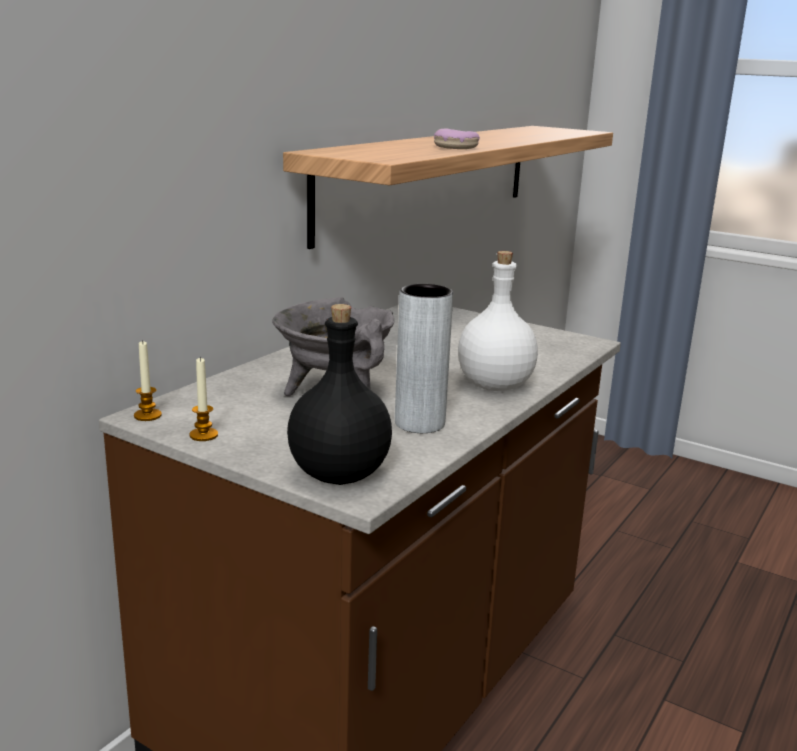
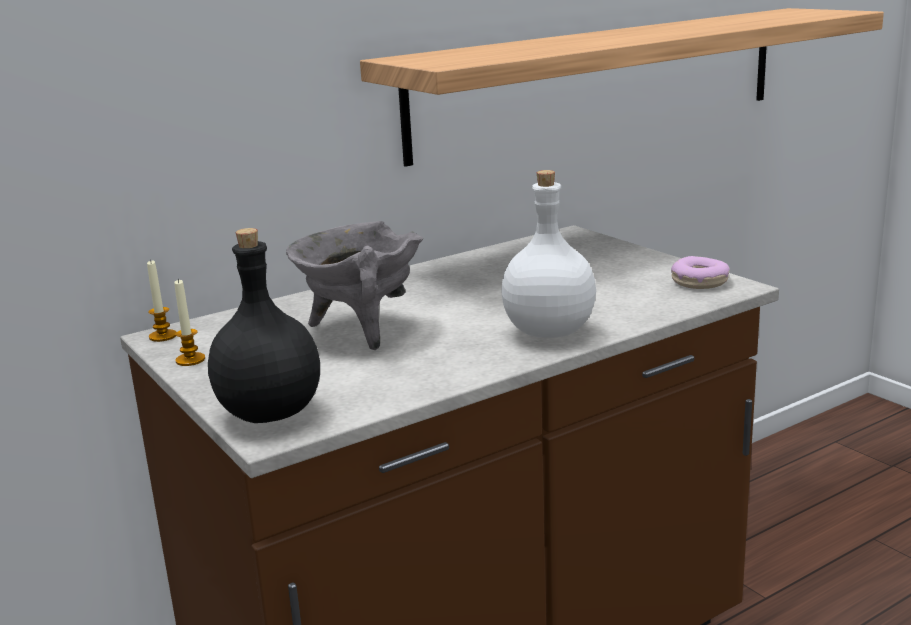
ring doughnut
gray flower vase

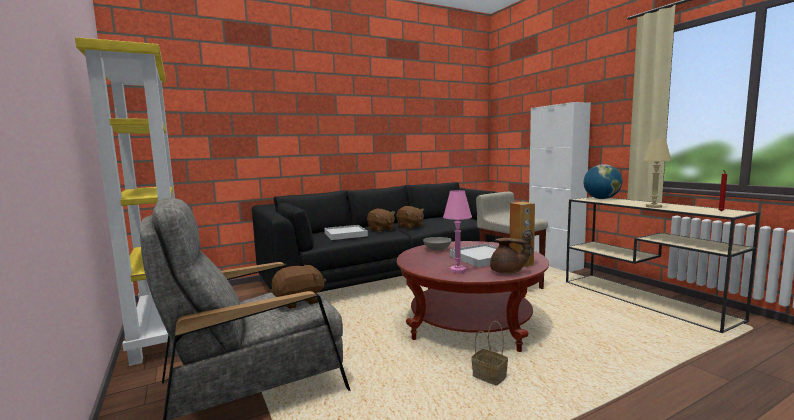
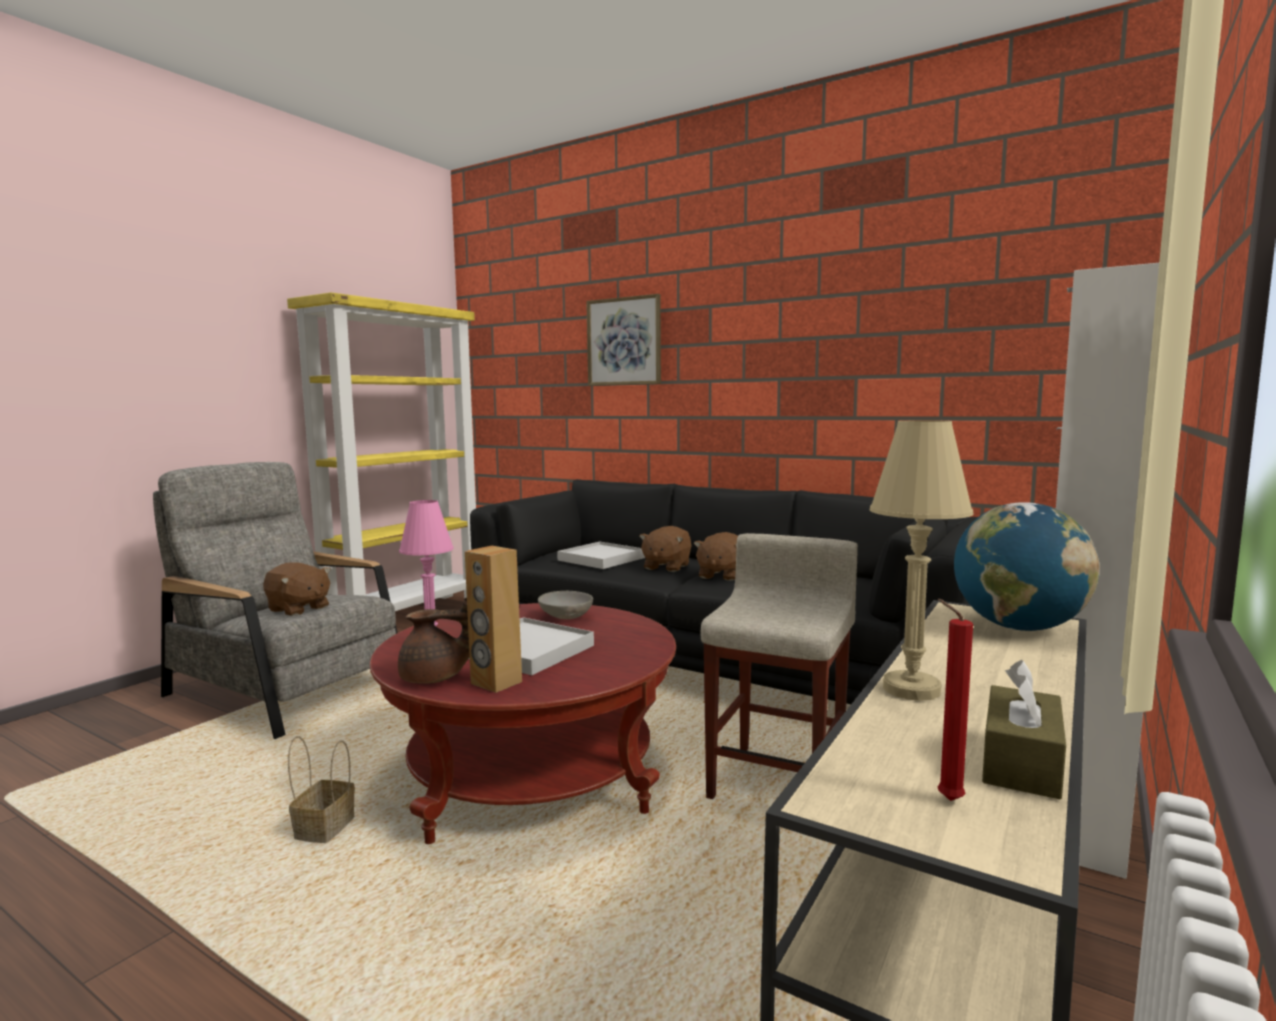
brown teapot
picture
brown tissue box

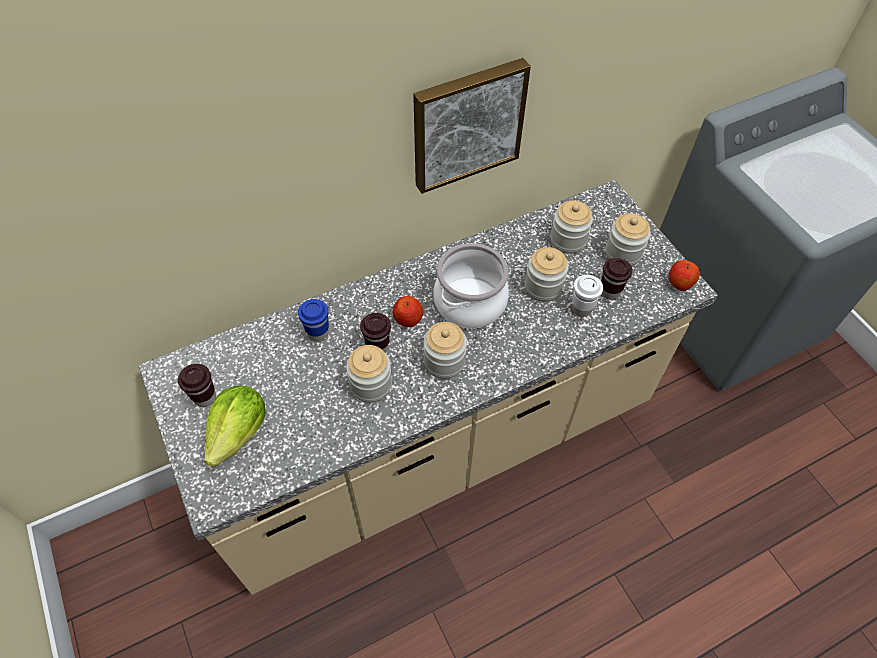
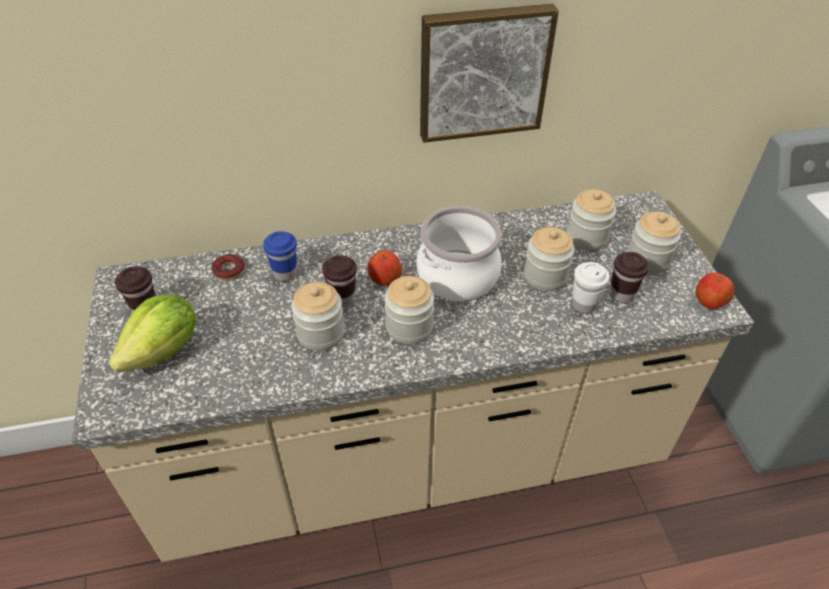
ring doughnut

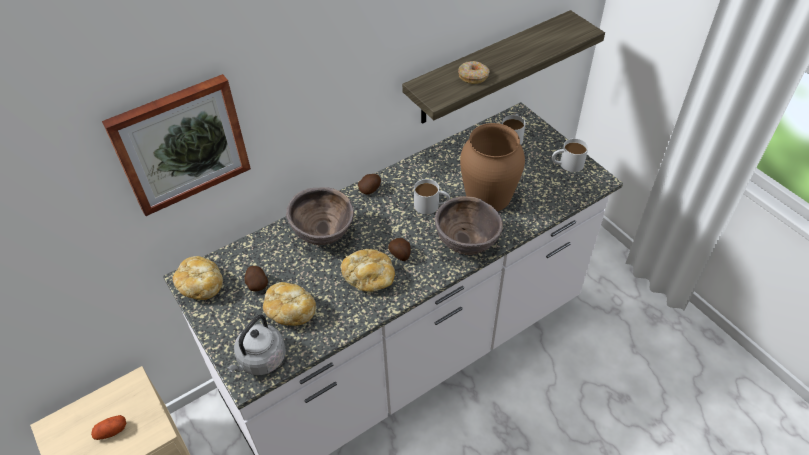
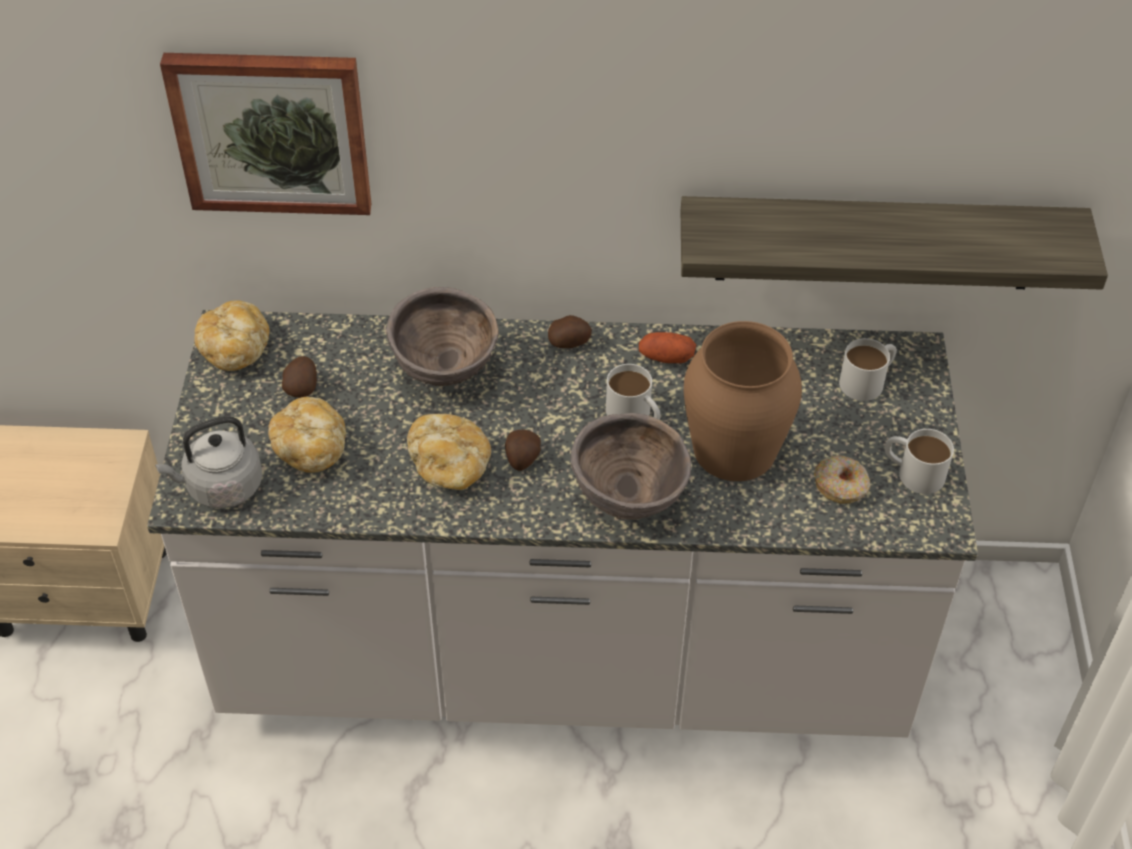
ring doughnut
potato (no. 4 from left)

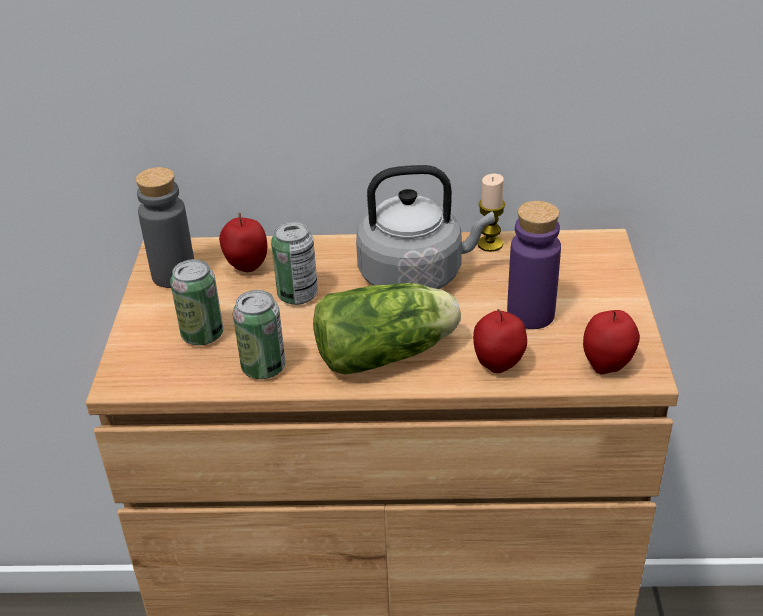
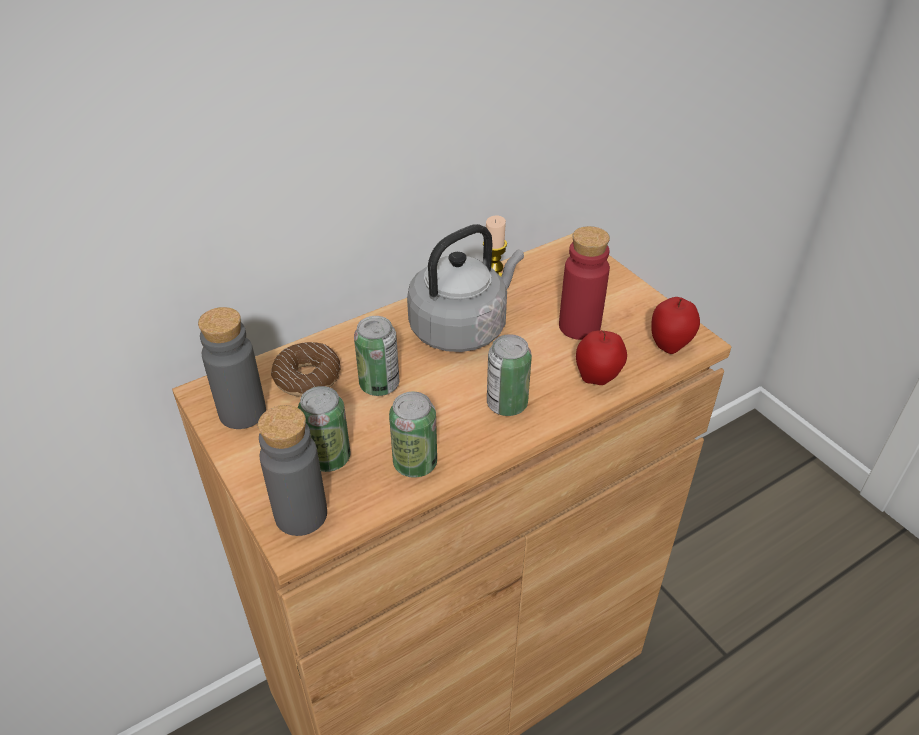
red bottle
ring doughnut
can (no. 4 from left)
gray bottle (no. 2 from left)

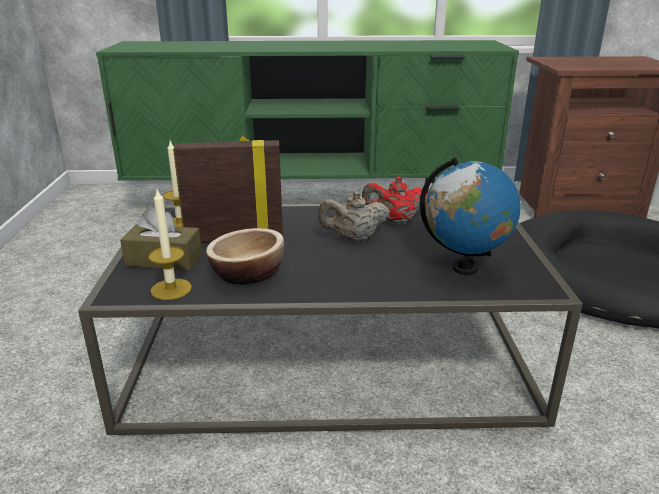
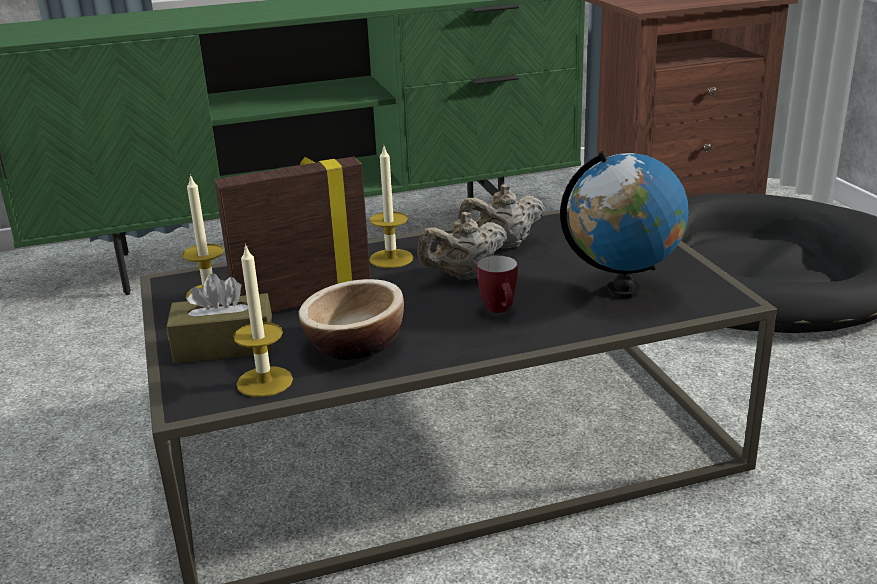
sand-coloured teapot (no. 2 from left)
wax light (no. 3 from left)
tea mug

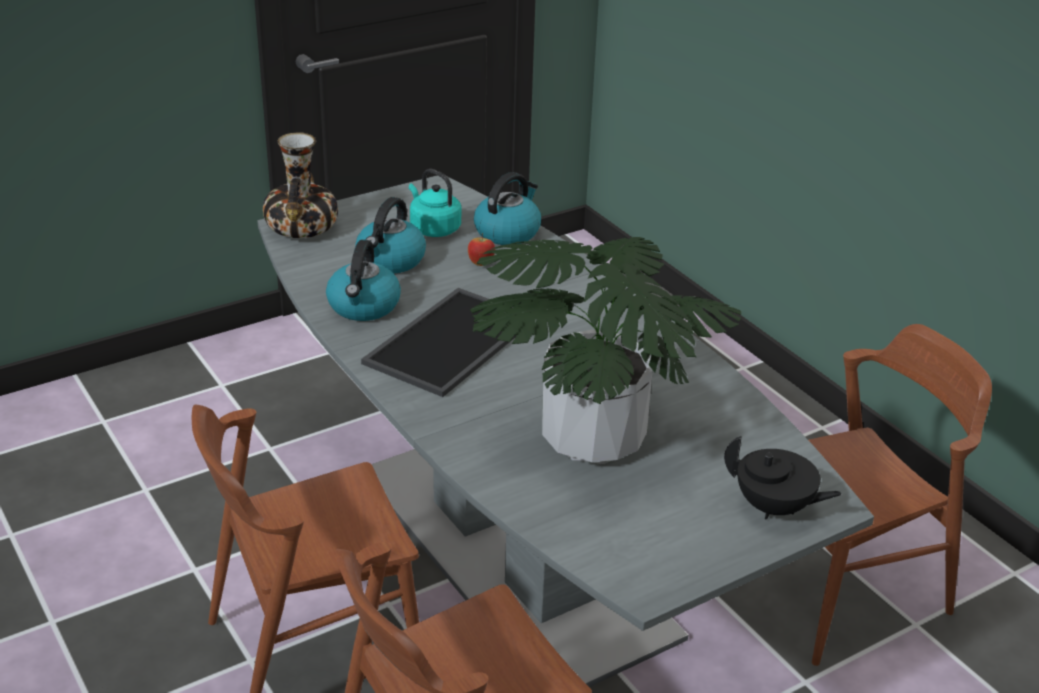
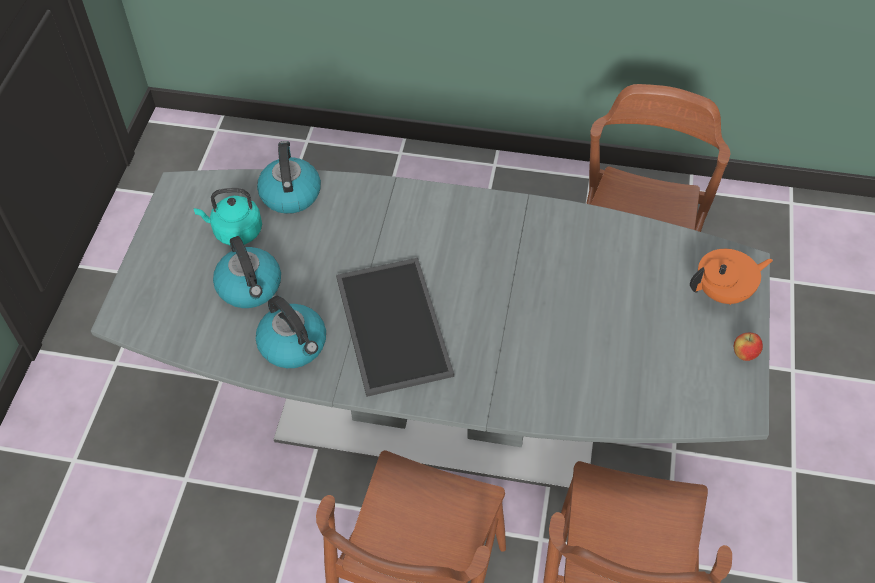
flower vase
whole apple
plant in a pot
orangey teapot

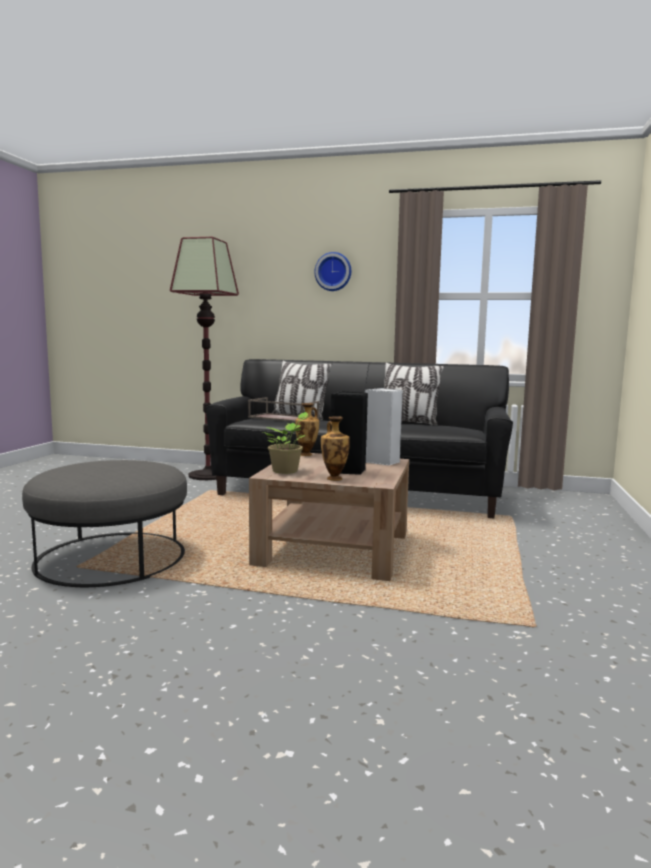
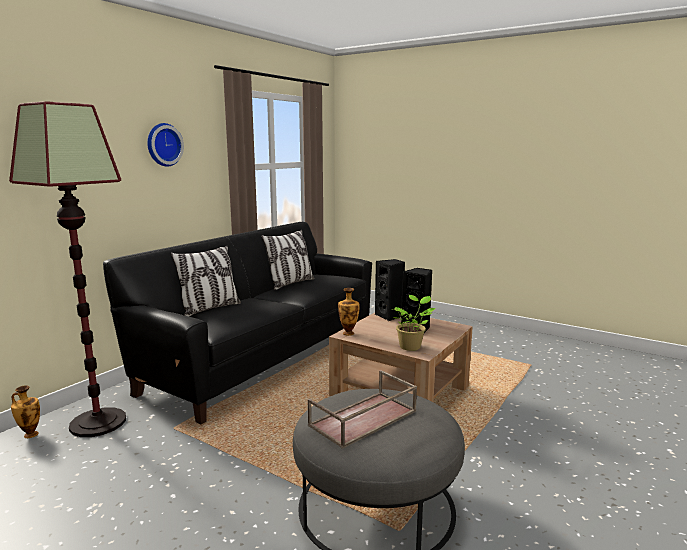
black loudspeaker (no. 1 from left)
brown tray
flower vase (no. 1 from left)

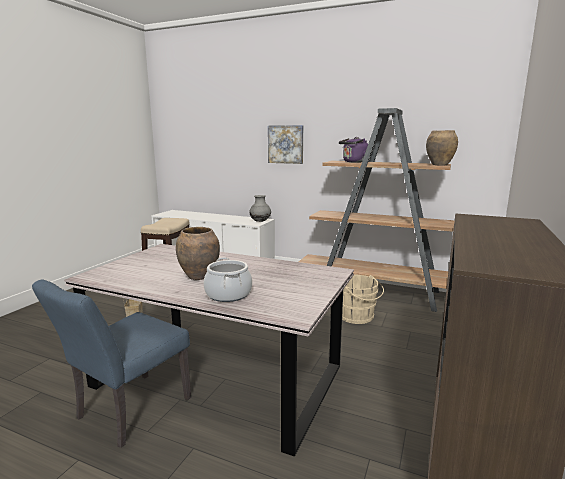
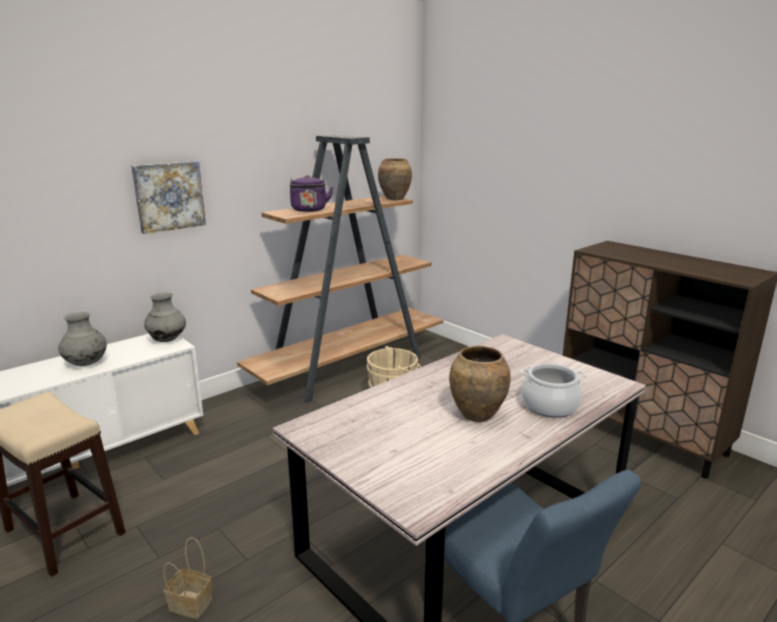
gray flower vase (no. 1 from left)

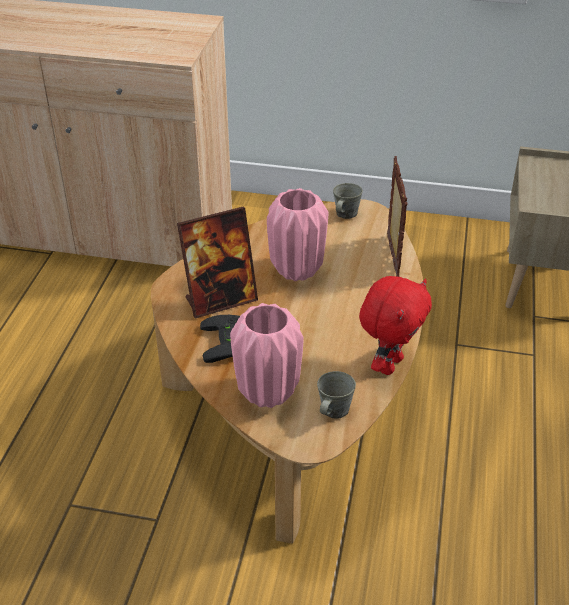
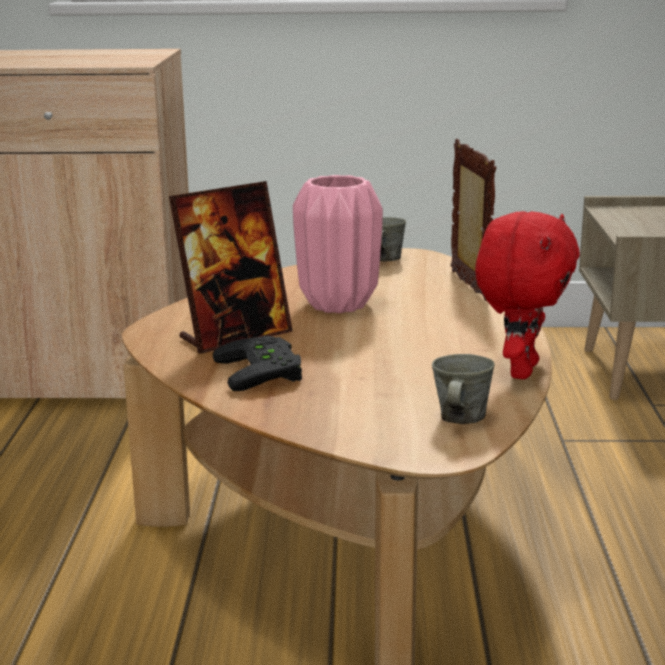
pink-coloured flower vase (no. 1 from left in the first image)

